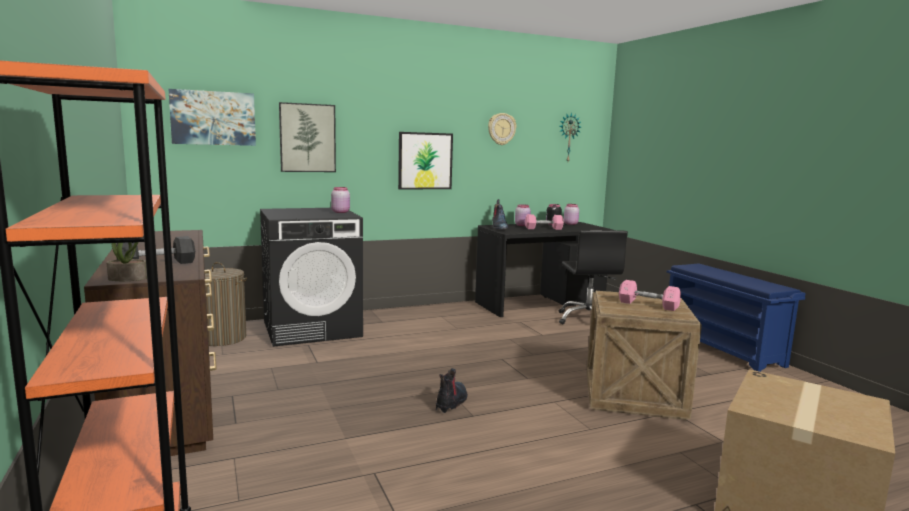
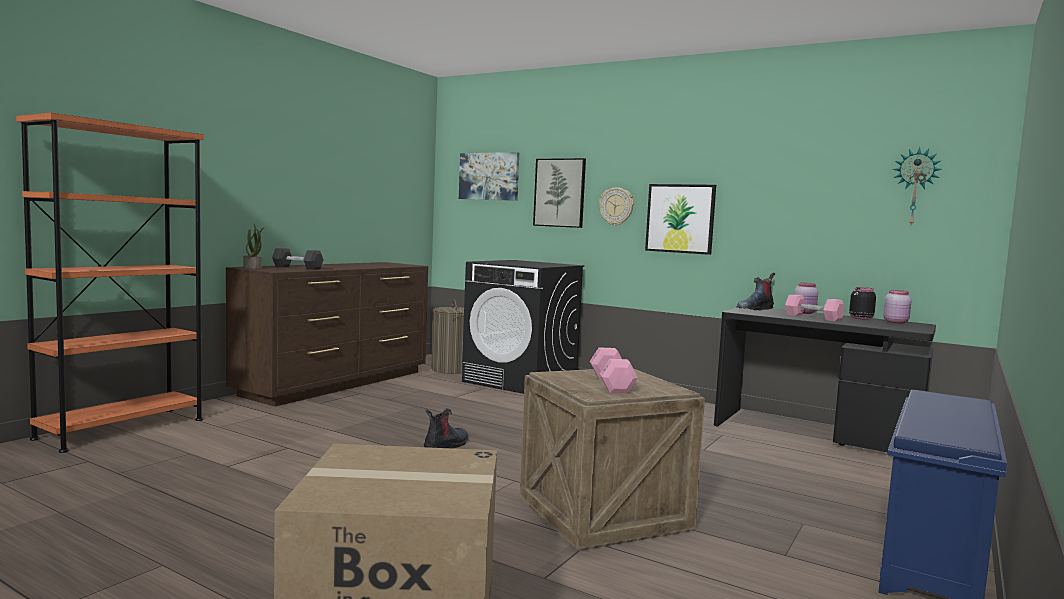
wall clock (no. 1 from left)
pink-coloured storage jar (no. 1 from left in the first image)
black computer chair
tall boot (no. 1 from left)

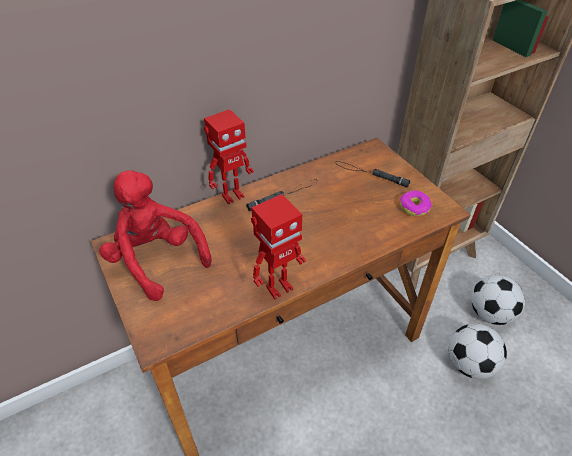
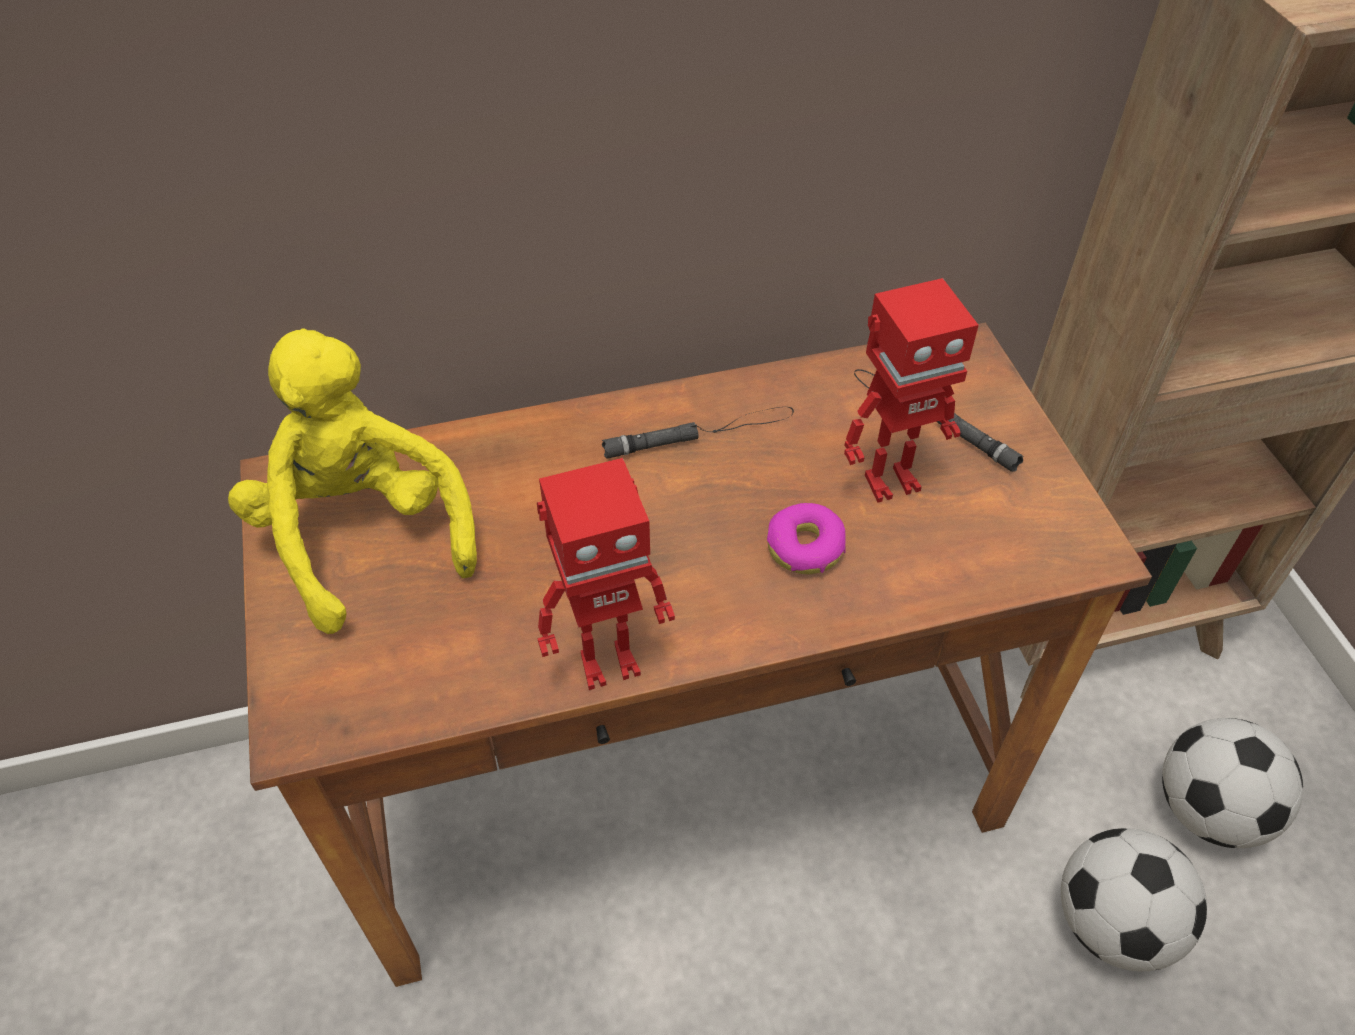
model robot (no. 2 from left)
yellowish cuddly toy
ring doughnut

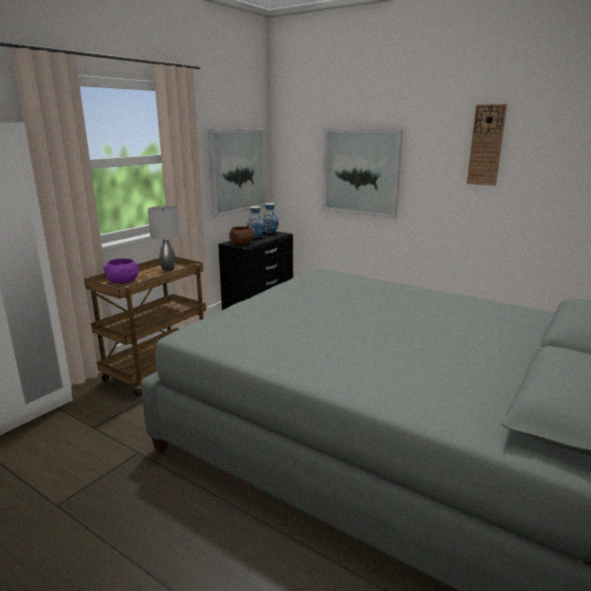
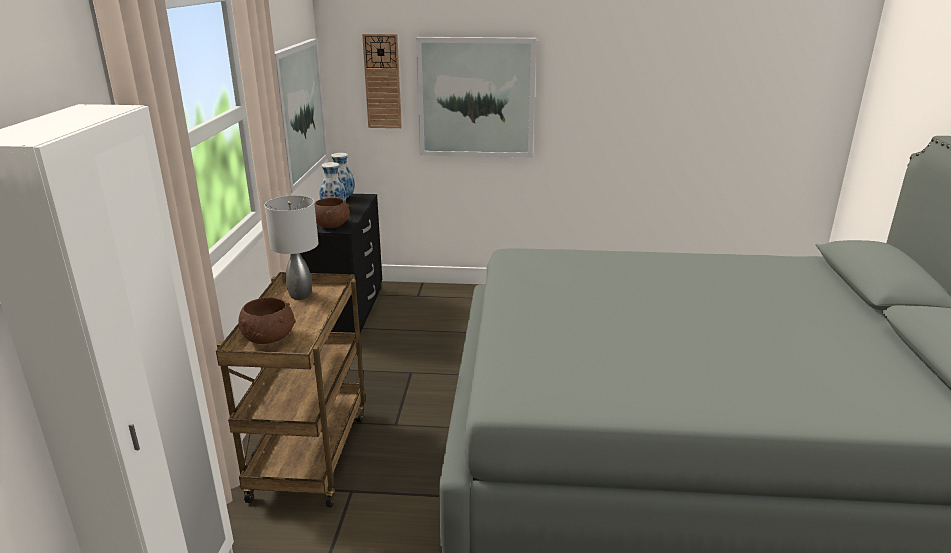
wall clock
brown bowl (no. 1 from left)

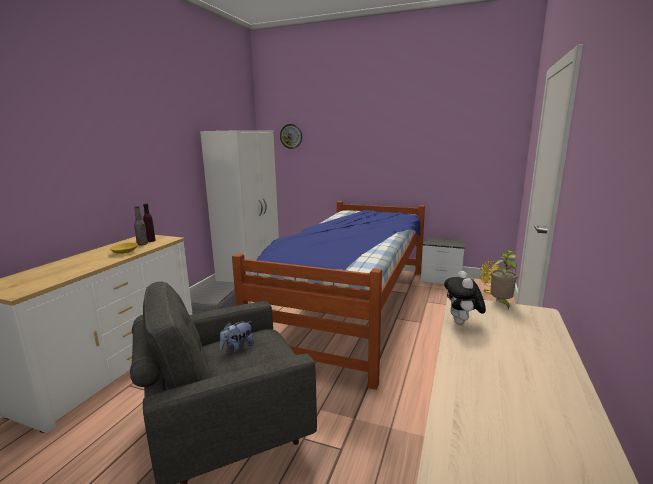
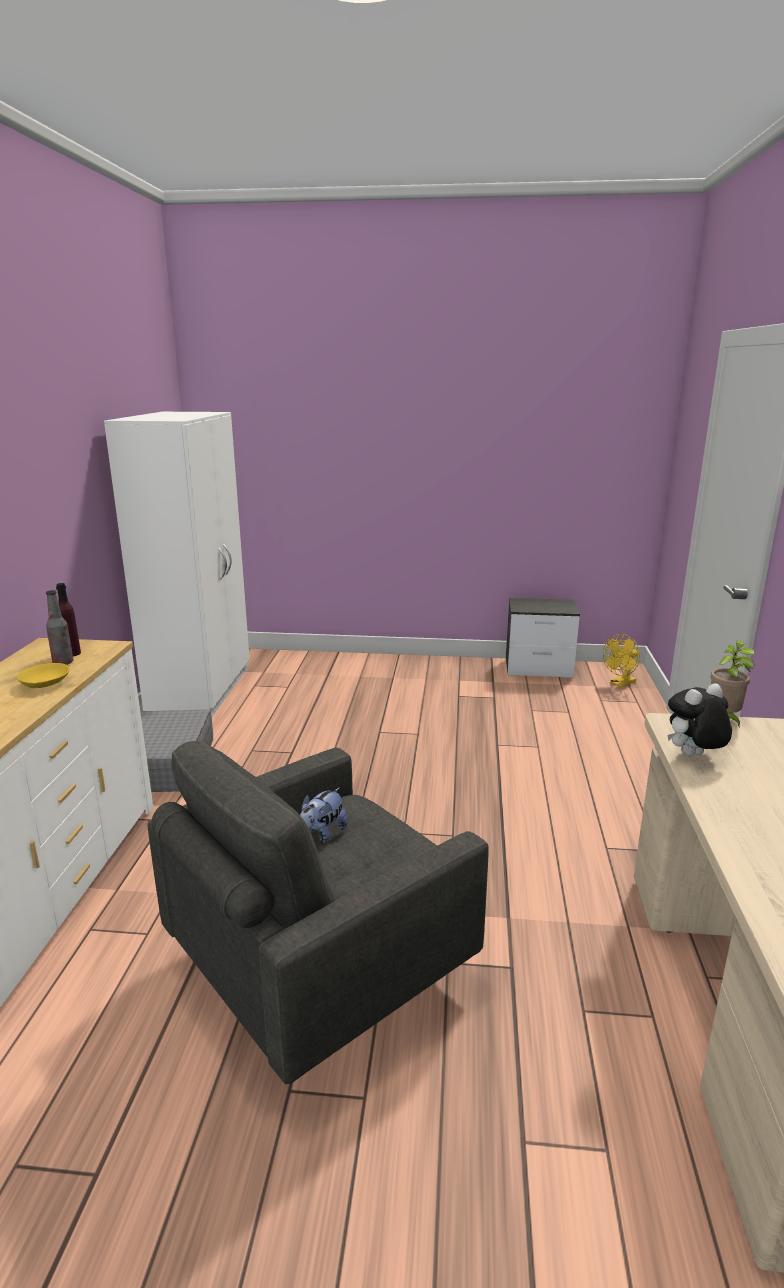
wall clock
bed
cuddly toy (no. 2 from left)

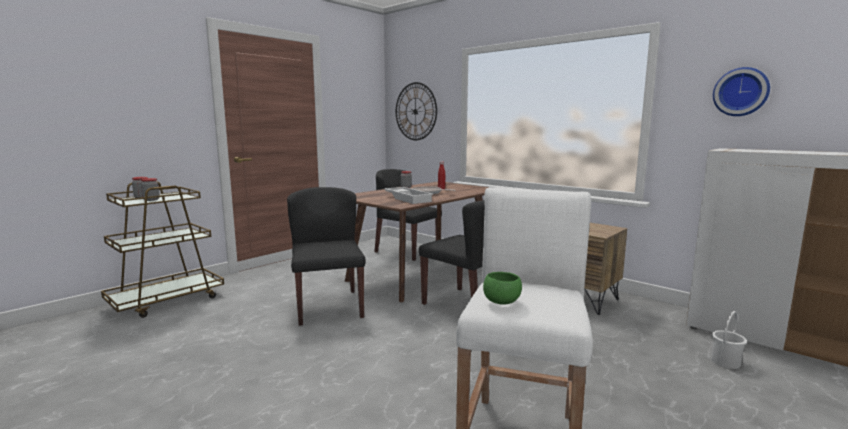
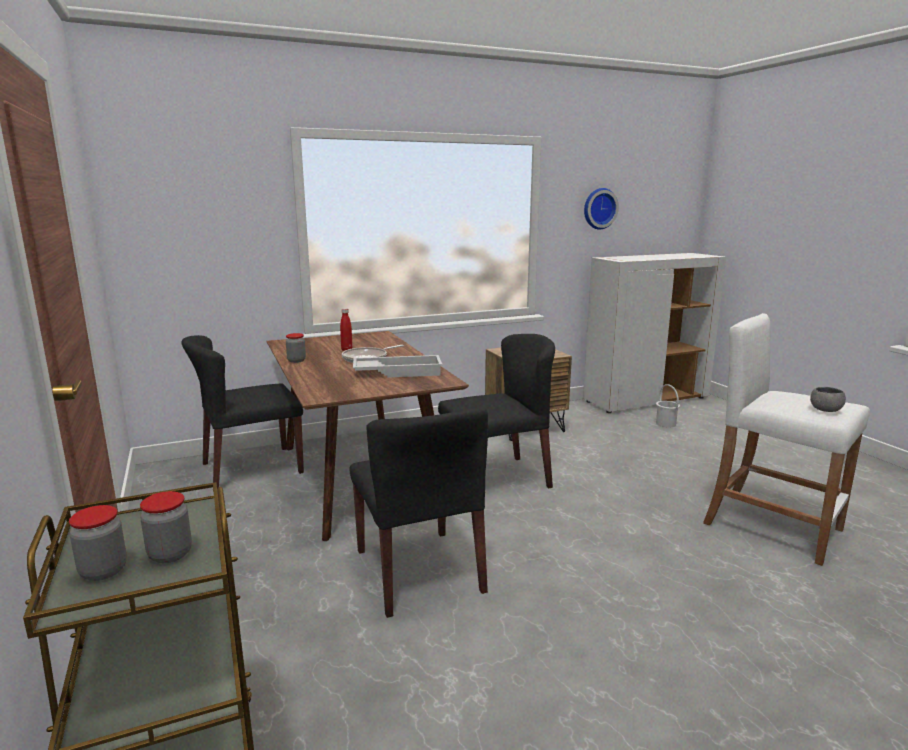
wall clock (no. 1 from left in the first image)
black chair (no. 2 from left)
gray bowl

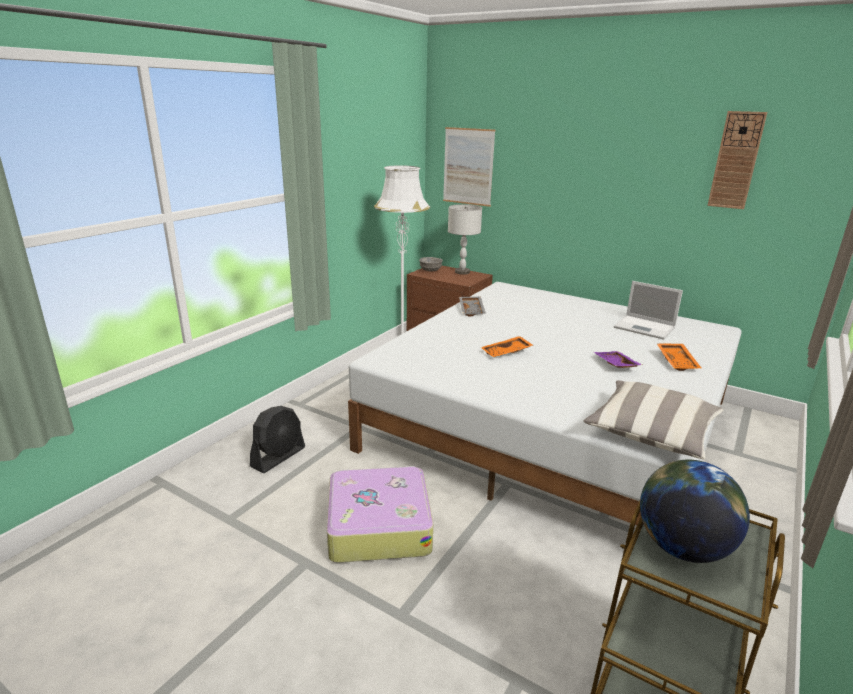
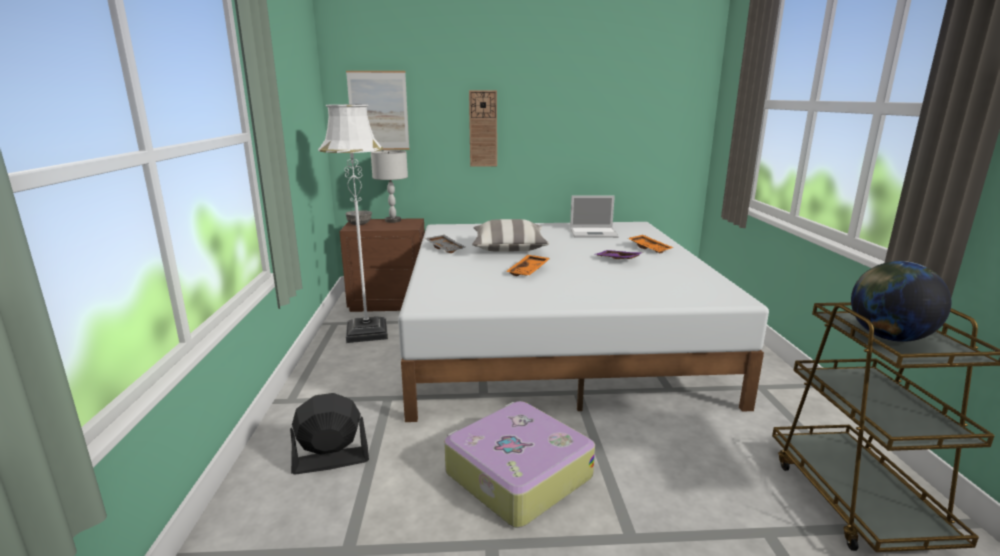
wall clock
cushion
black cooling fan

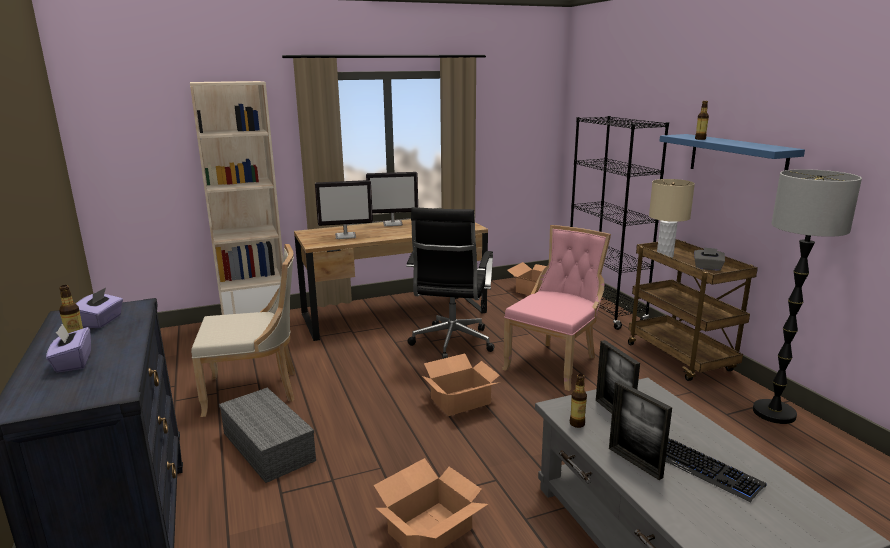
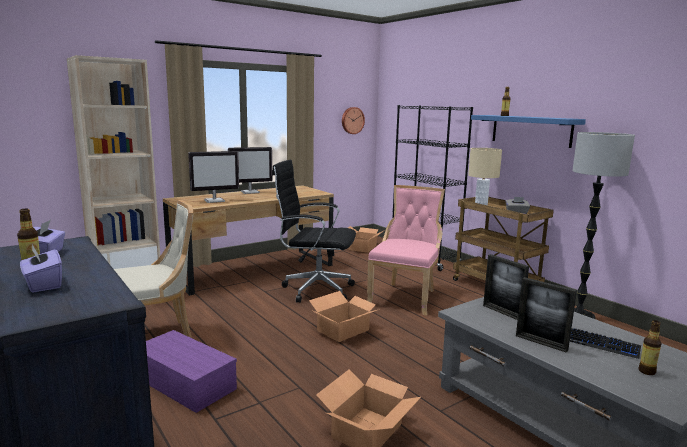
black computer chair
bottle (no. 3 from left)
purple storage box
wall clock

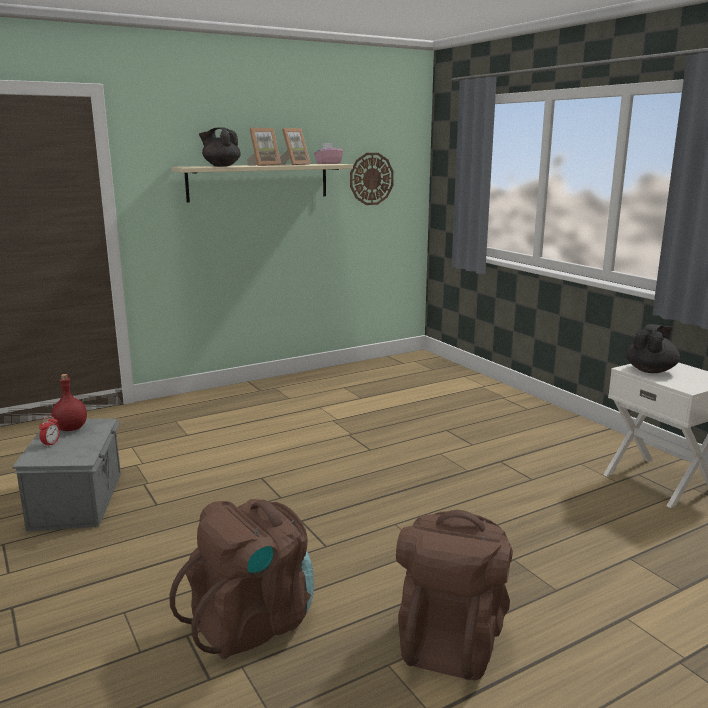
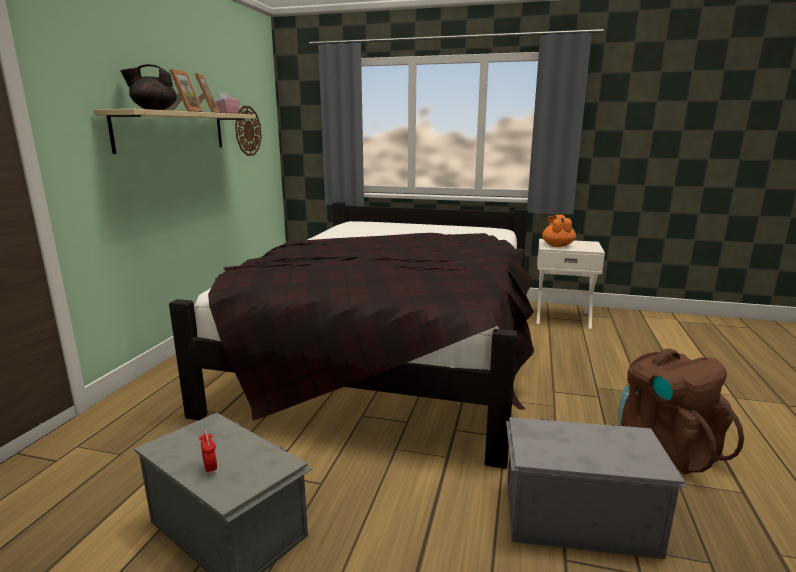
orangey teapot
red bottle
gray storage box (no. 2 from left)
black bed

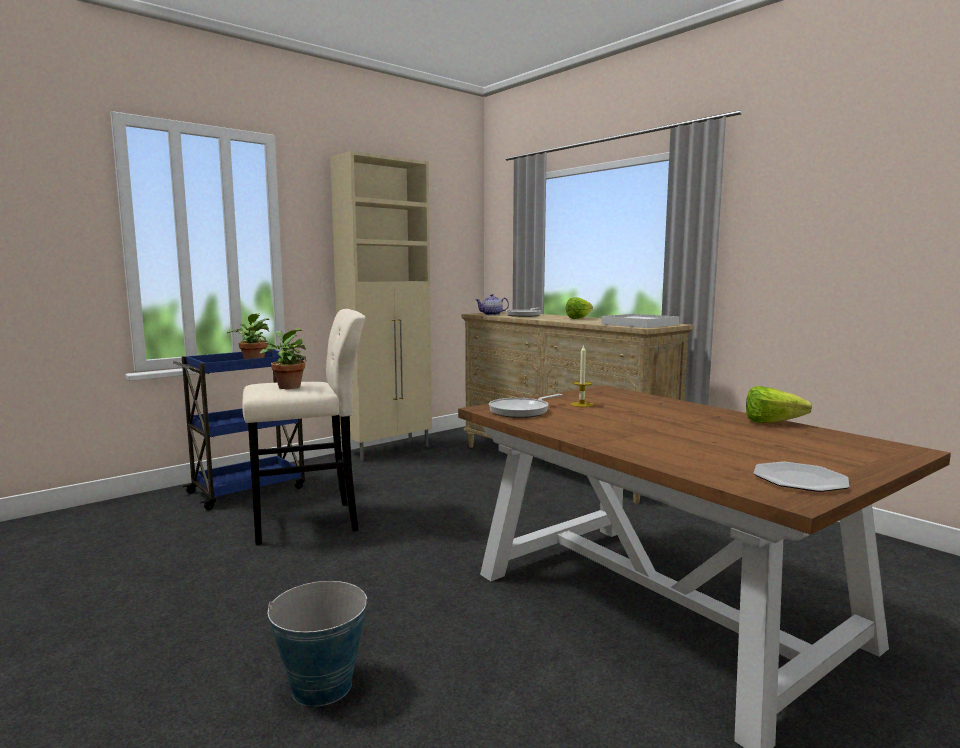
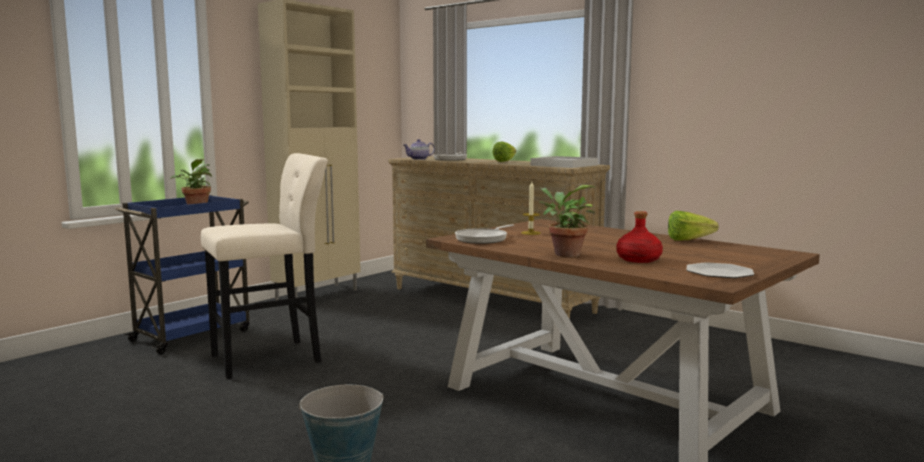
plant in a pot (no. 2 from left)
red bottle

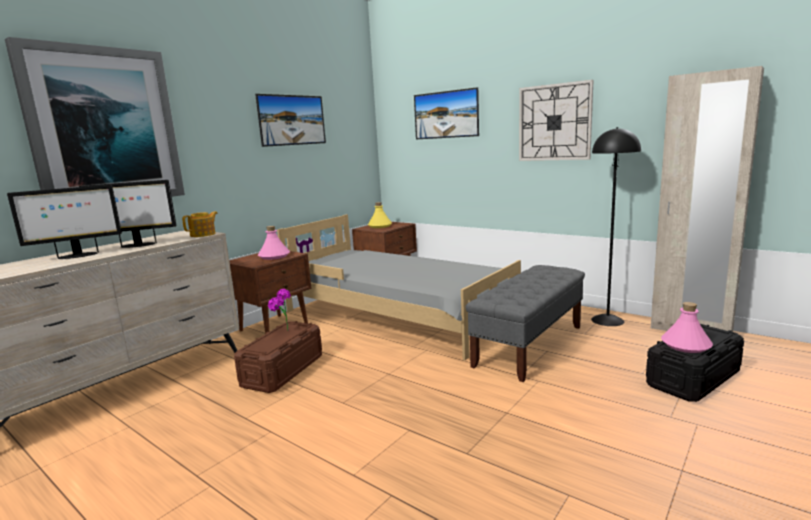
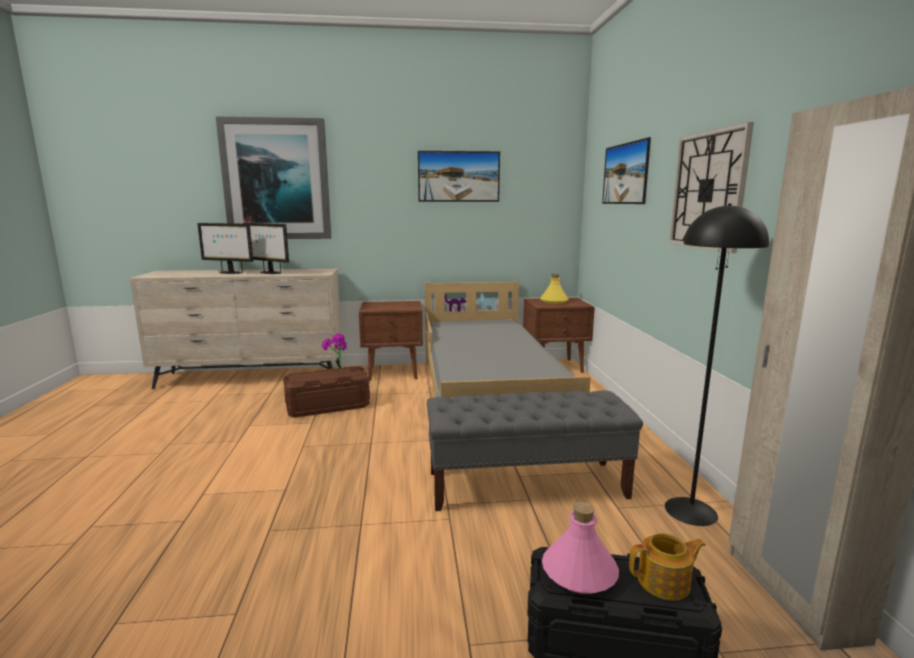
teapot
pink-coloured bottle (no. 1 from left in the first image)

